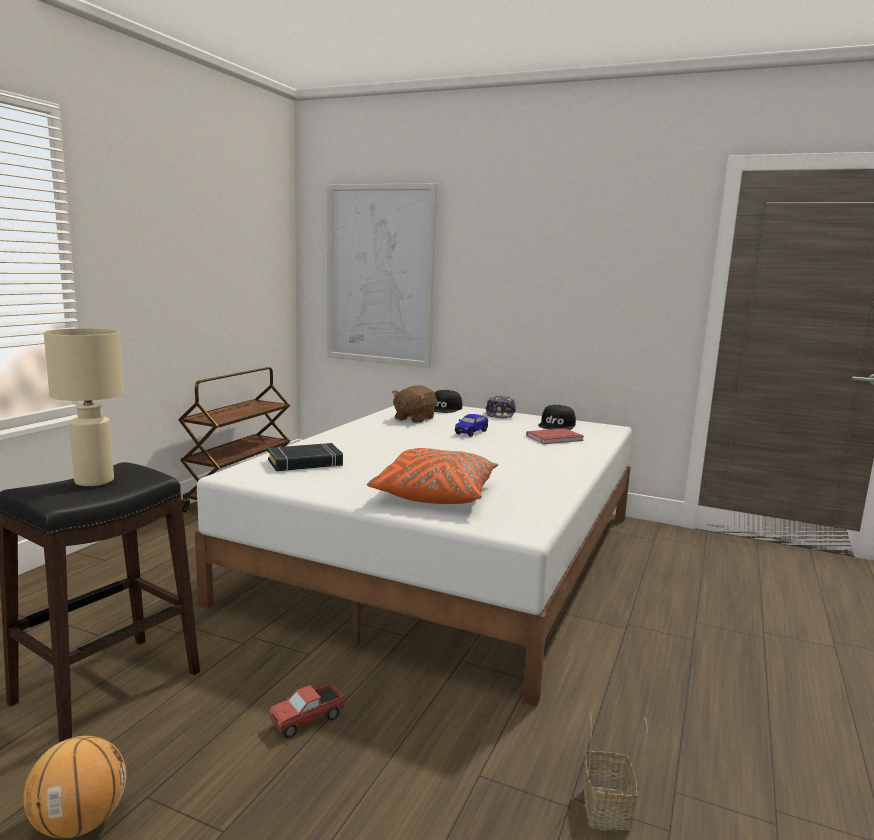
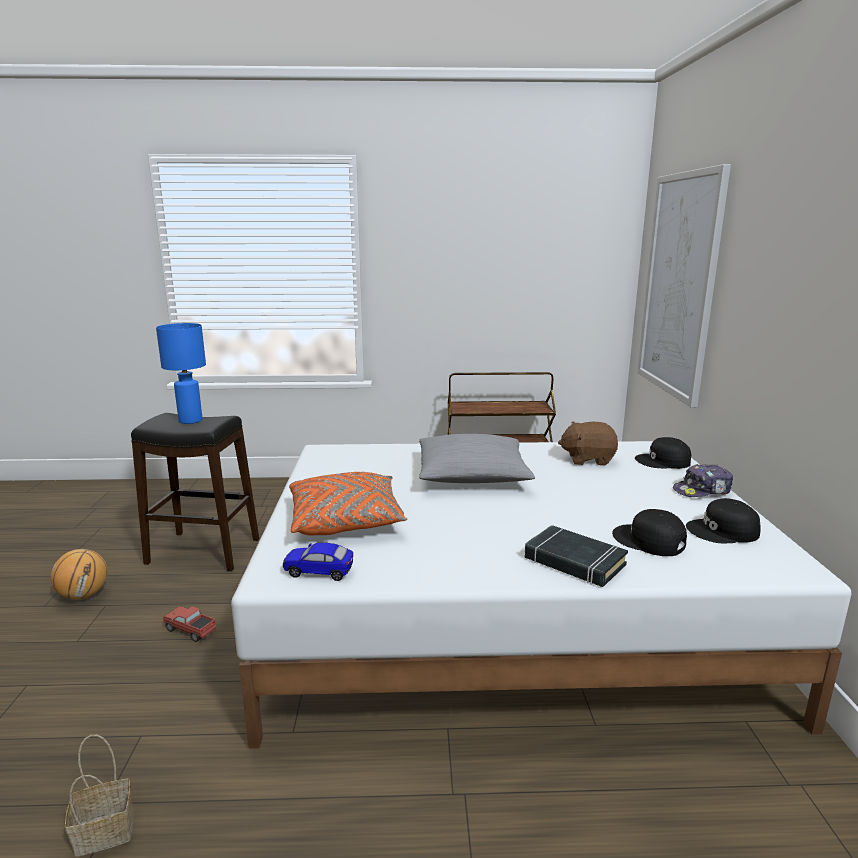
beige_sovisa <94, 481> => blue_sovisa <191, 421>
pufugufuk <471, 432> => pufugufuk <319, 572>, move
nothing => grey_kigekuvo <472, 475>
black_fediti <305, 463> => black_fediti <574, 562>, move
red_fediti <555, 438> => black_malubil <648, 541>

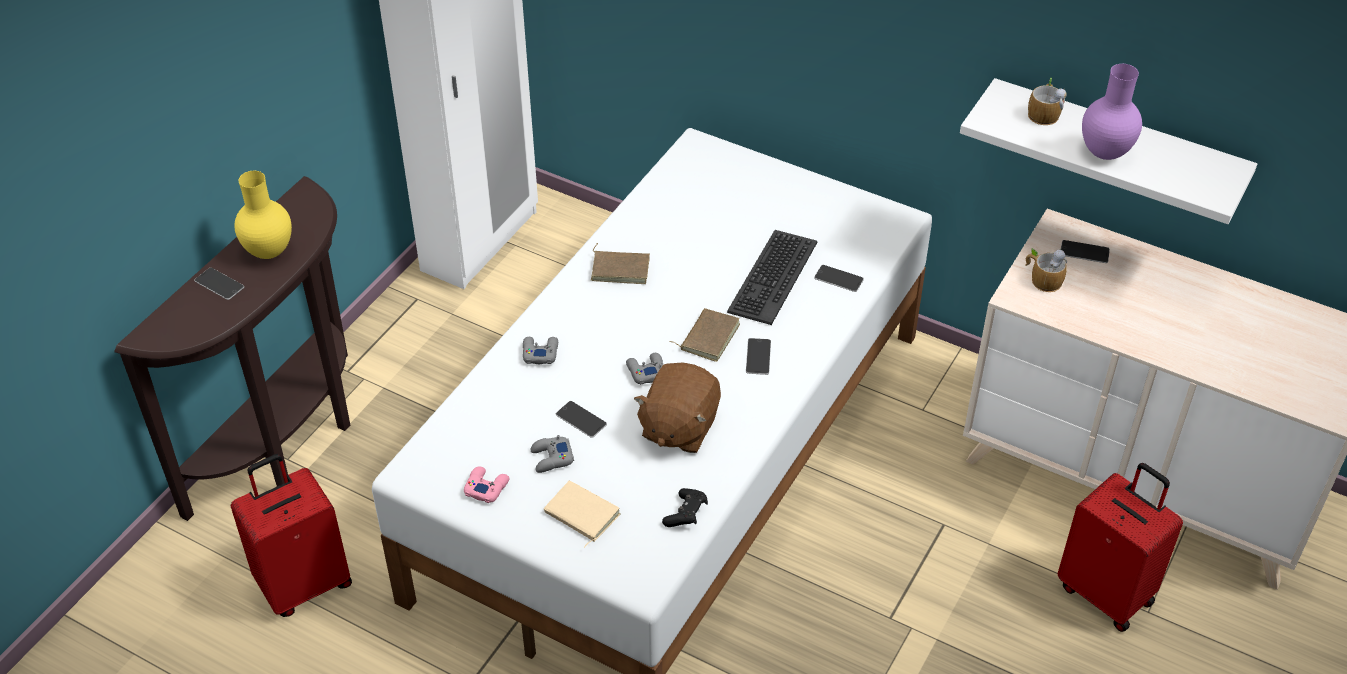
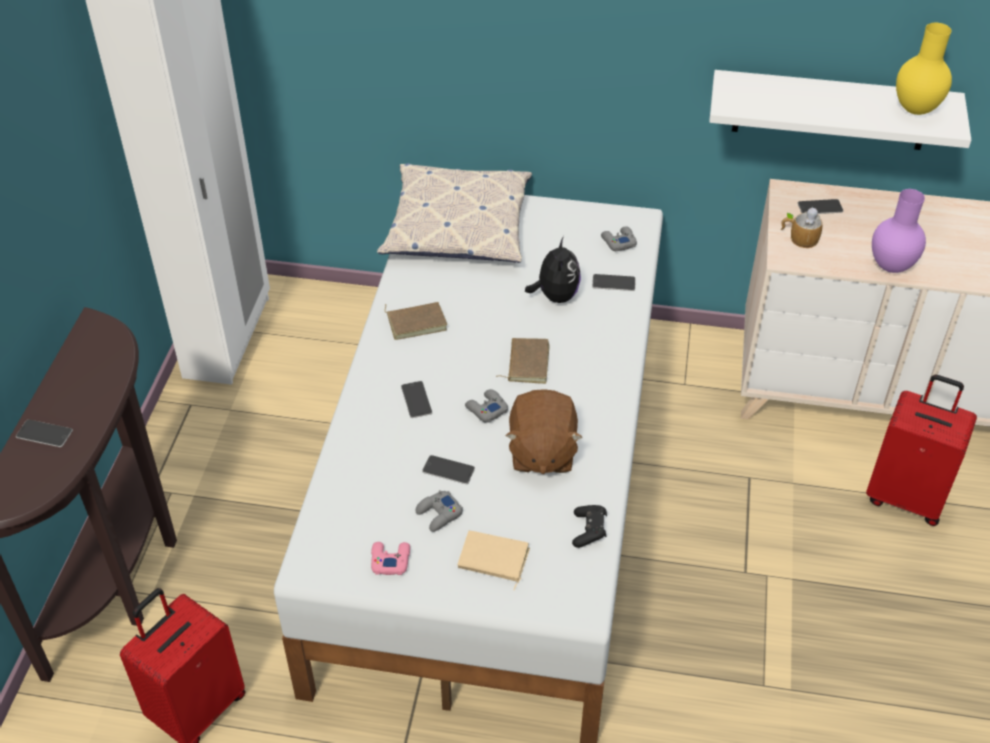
nothing => kigekuvo <457, 226>
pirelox <758, 356> => pirelox <416, 399>, move
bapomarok <771, 277> => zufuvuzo <555, 296>
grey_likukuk <540, 353> => grey_likukuk <618, 242>, move
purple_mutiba <1103, 153> => purple_mutiba <889, 266>, move
yellow_mutiba <268, 252> => yellow_mutiba <914, 110>, move
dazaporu <1044, 112> => nothing

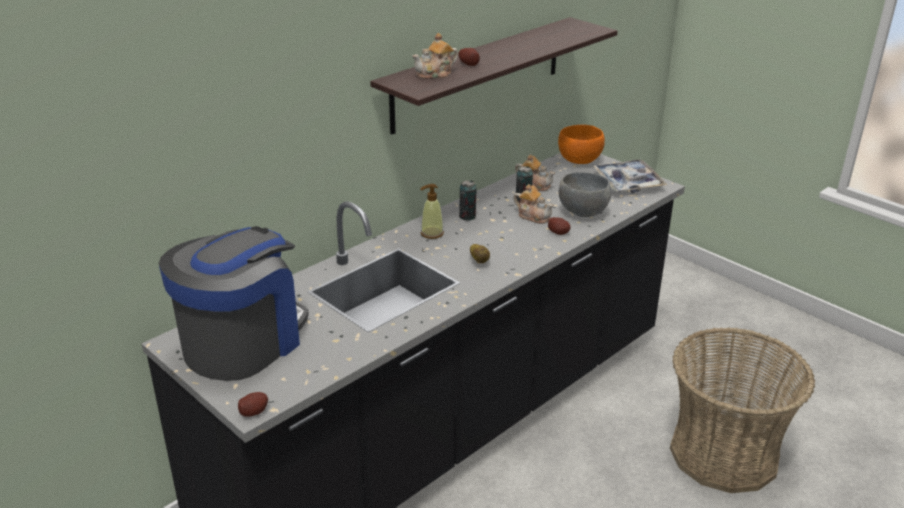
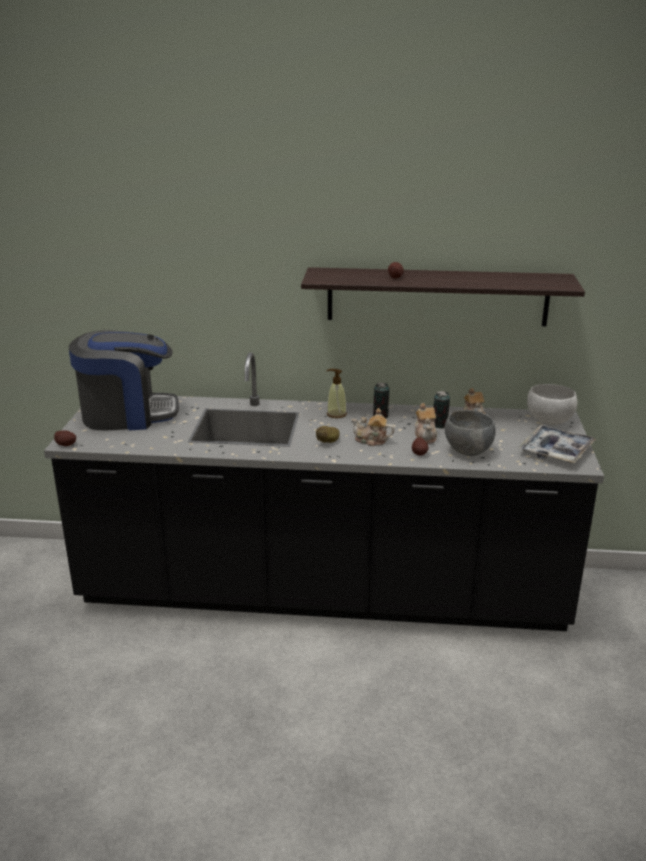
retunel <435, 74> => retunel <371, 440>, move
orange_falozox <580, 161> => white_falozox <549, 421>
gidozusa <723, 453> => nothing

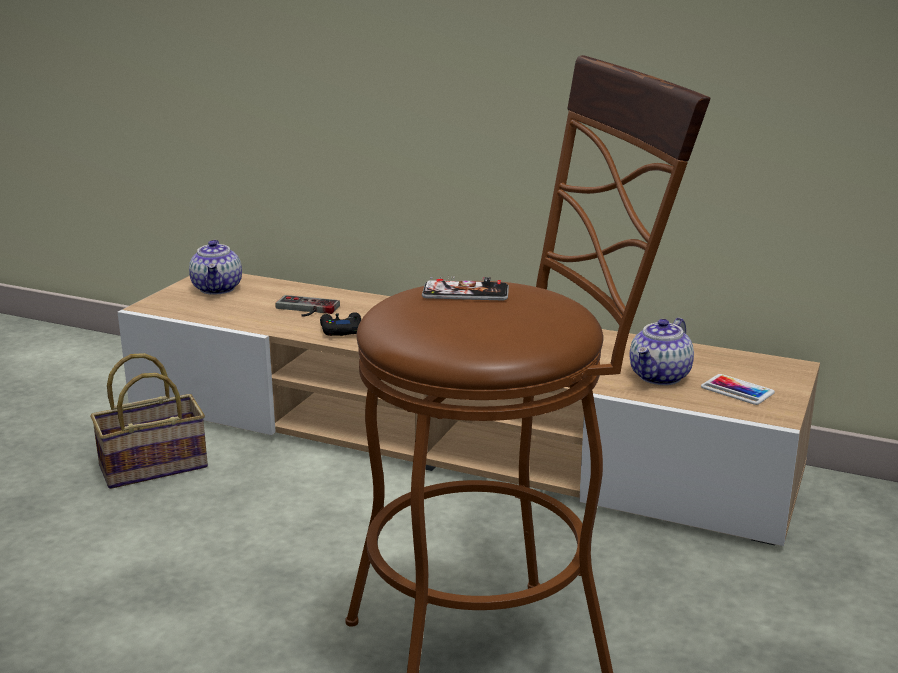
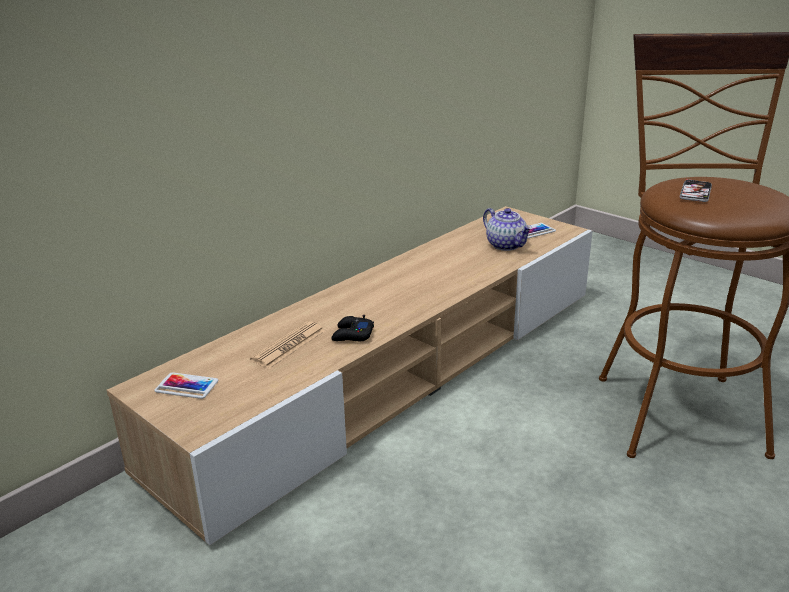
retunel <218, 289> => pirelox <186, 386>
likukuk <305, 309> => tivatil <289, 345>
gidozusa <155, 465> => nothing

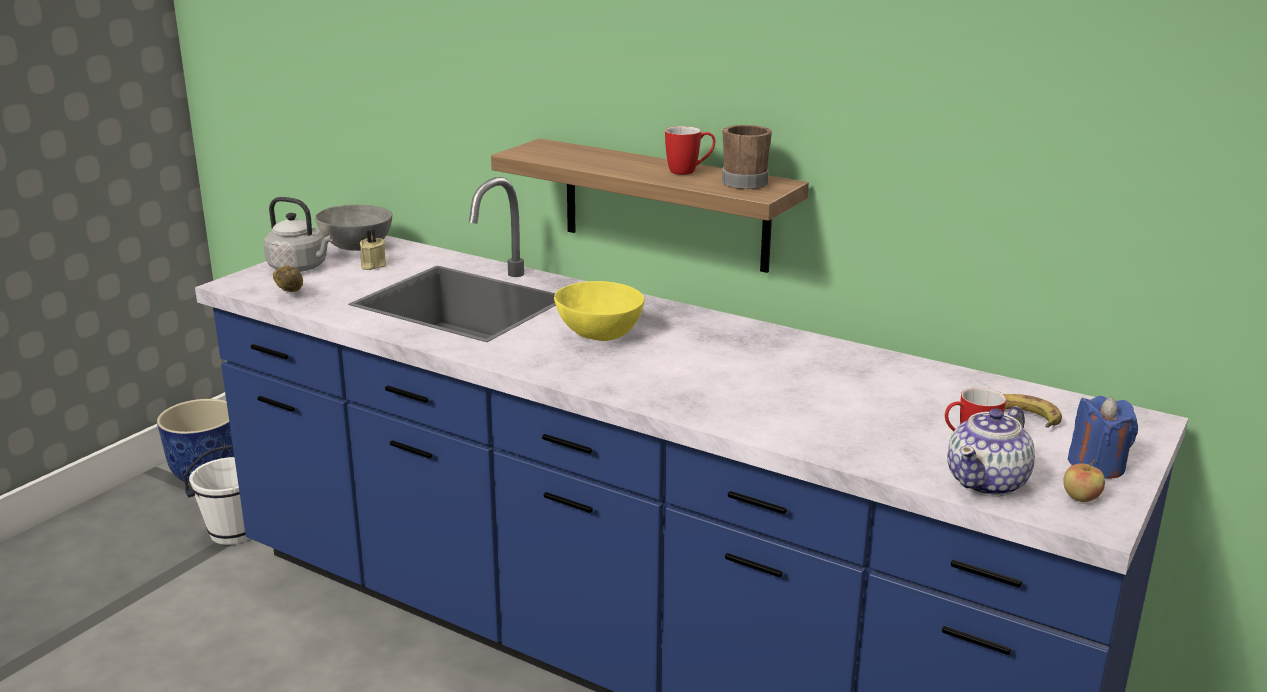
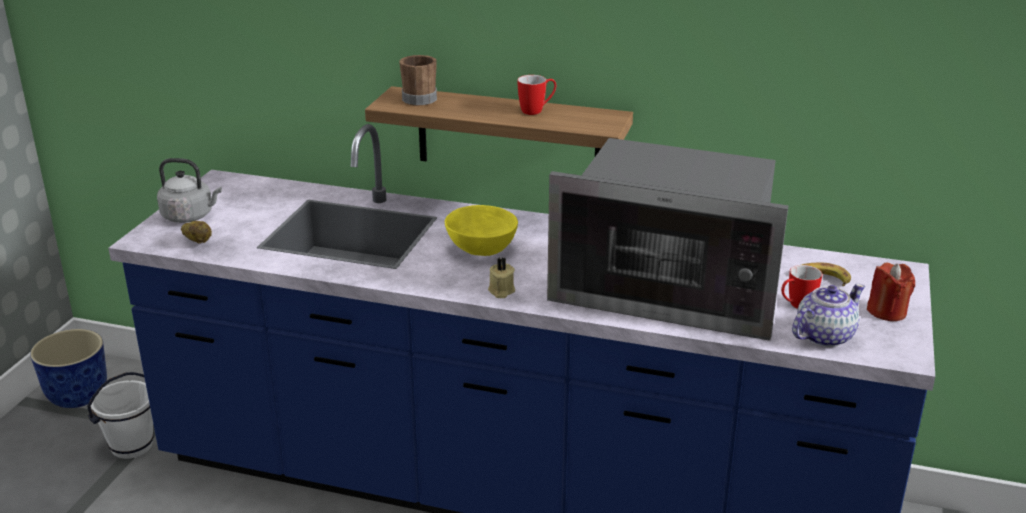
brown_dazaporu <744, 181> => brown_dazaporu <418, 98>, move
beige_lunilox <372, 265> => beige_lunilox <501, 291>, move
nothing => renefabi <668, 292>
retunel <988, 482> => retunel <823, 336>, 150 degrees counterclockwise
blue_lunilox <1097, 465> => red_lunilox <887, 311>
grey_falozox <355, 247> => nothing
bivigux <1080, 498> => nothing

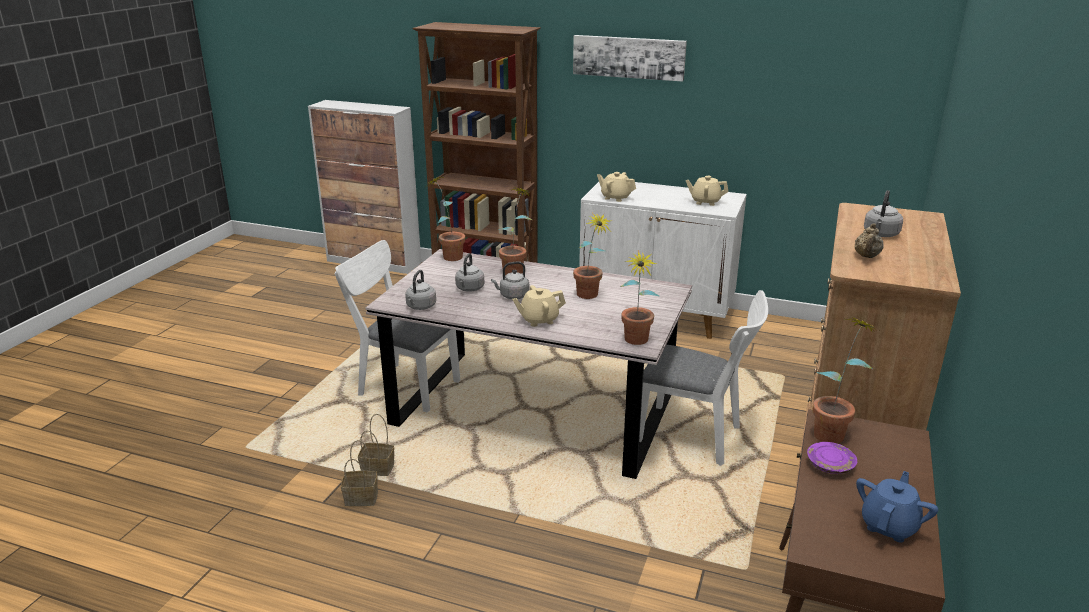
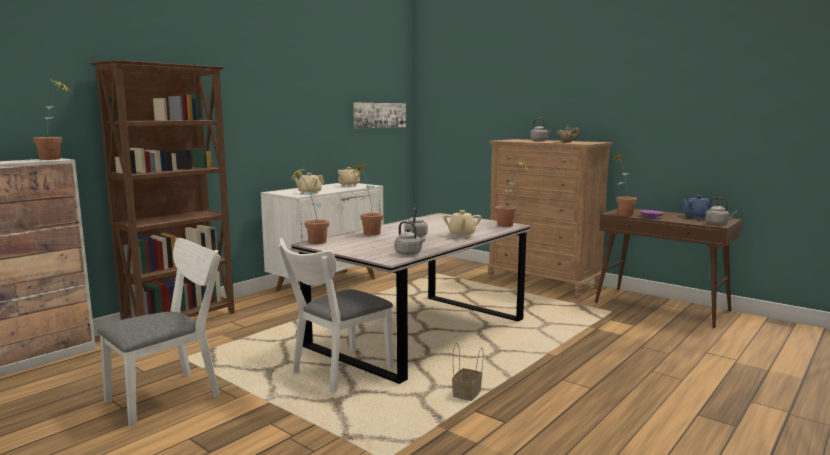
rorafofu <590, 297> => rorafofu <56, 159>, move
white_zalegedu <696, 437> => white_zalegedu <171, 395>, move
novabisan <628, 57> => novabisan <379, 115>, move
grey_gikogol <469, 289> => grey_gikogol <718, 224>, move
gidozusa <360, 498> => nothing

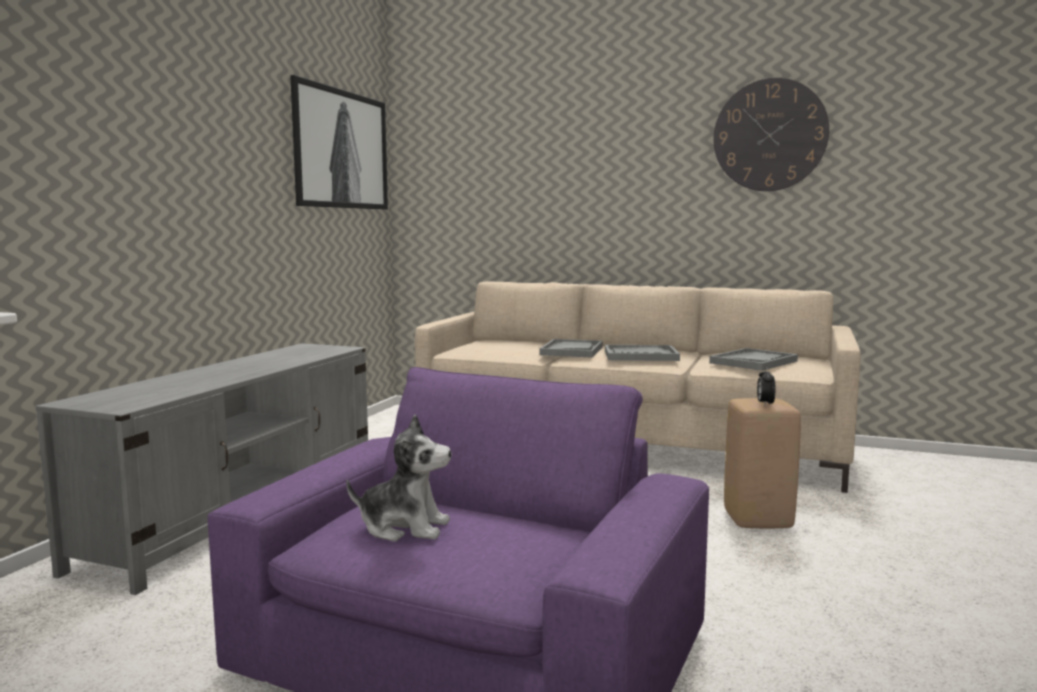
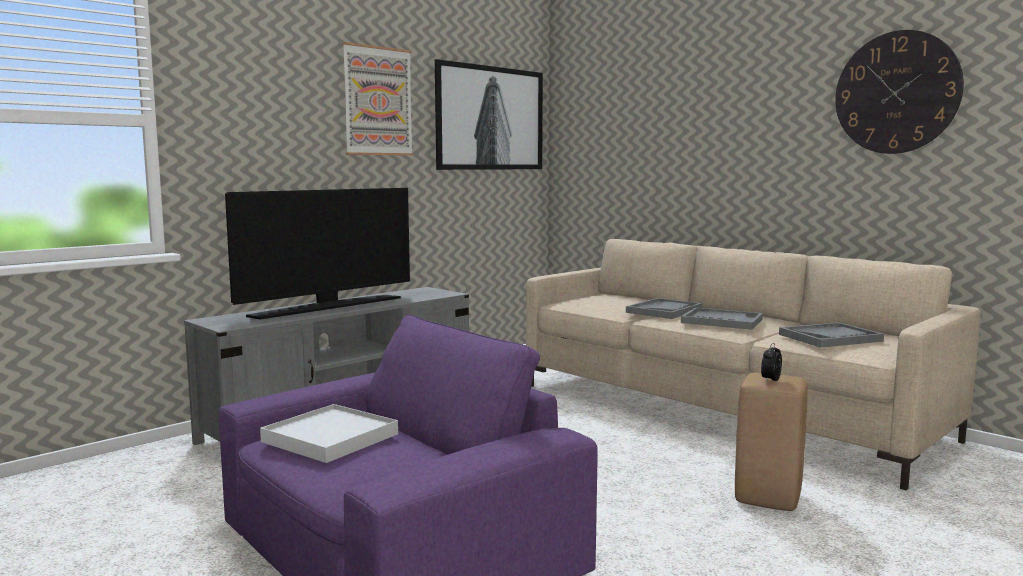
nothing => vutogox <327, 307>
zufuvuzo <404, 527> => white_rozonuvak <330, 438>
nothing => novabisan <377, 101>

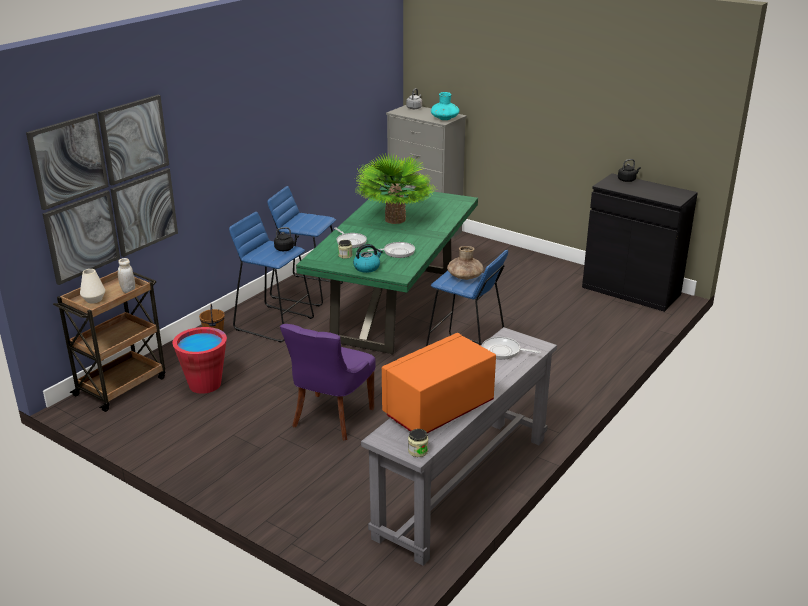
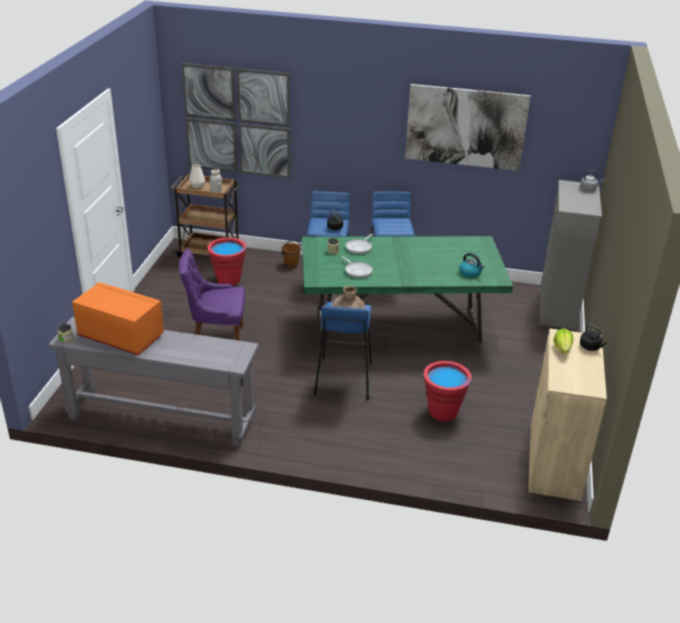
nothing => novabisan <465, 127>
nothing => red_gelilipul <443, 412>
gikogol <367, 267> => gikogol <470, 273>, move
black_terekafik <631, 291> => beige_terekafik <554, 461>
nothing => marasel <562, 349>
rorafofu <395, 219> => nothing
turquoise_mutiba <444, 118> => nothing
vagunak <503, 351> => nothing

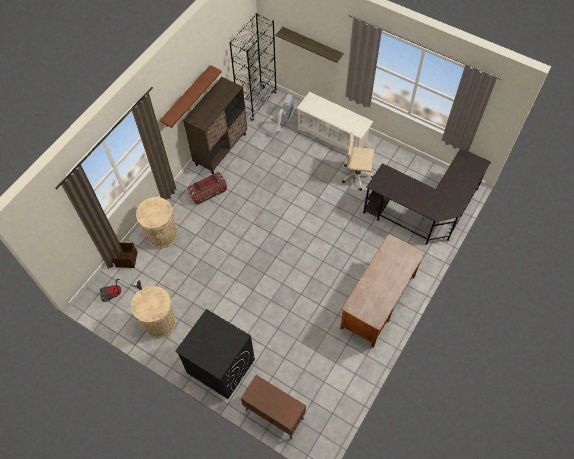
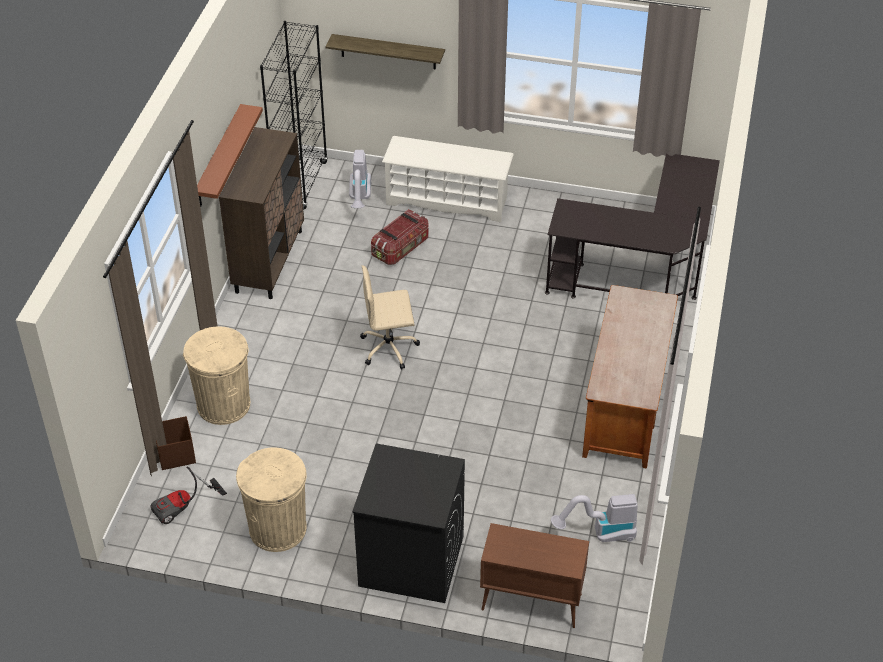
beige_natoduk <357, 176> => beige_natoduk <390, 348>, move
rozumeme <208, 193> => rozumeme <401, 248>, move
nothing => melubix <600, 534>

